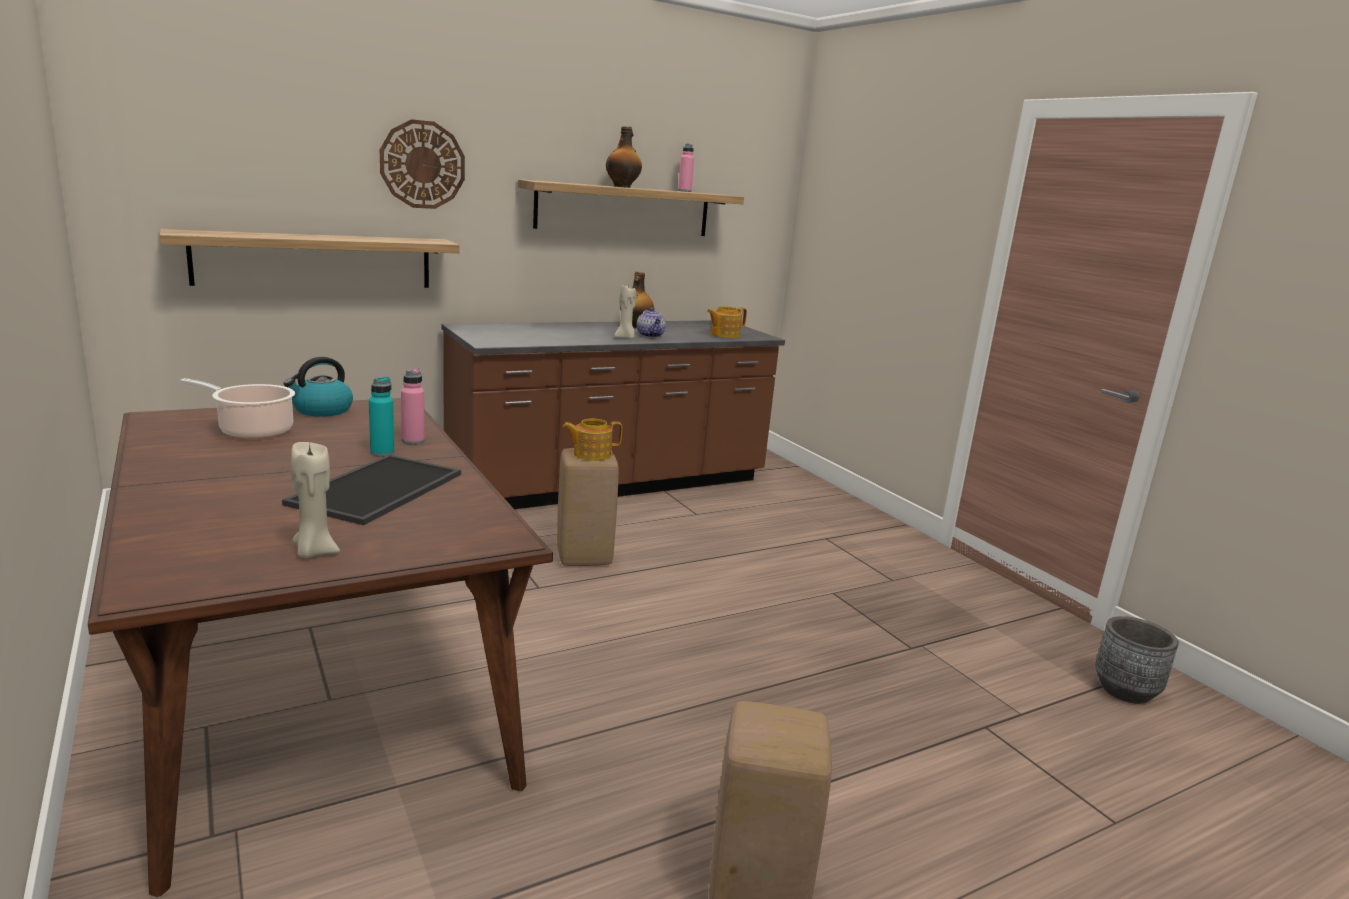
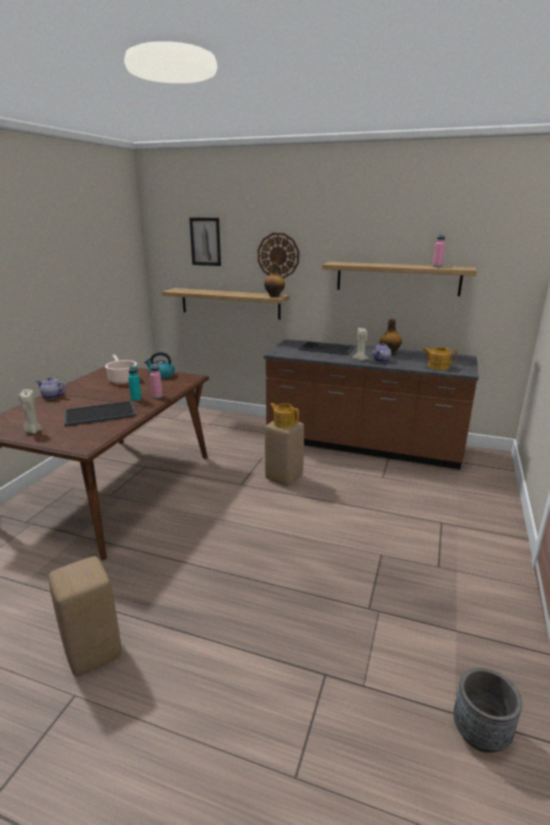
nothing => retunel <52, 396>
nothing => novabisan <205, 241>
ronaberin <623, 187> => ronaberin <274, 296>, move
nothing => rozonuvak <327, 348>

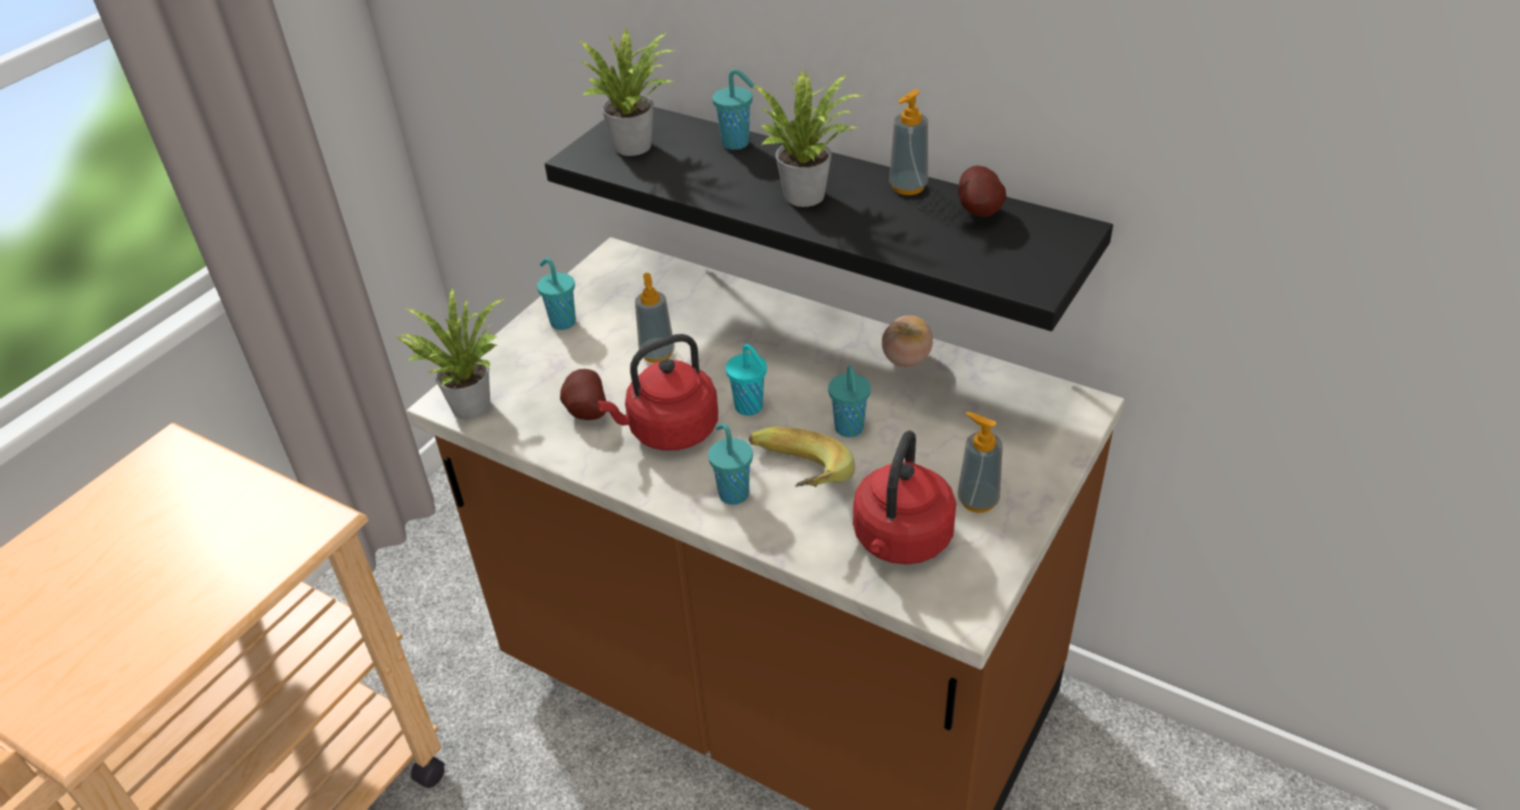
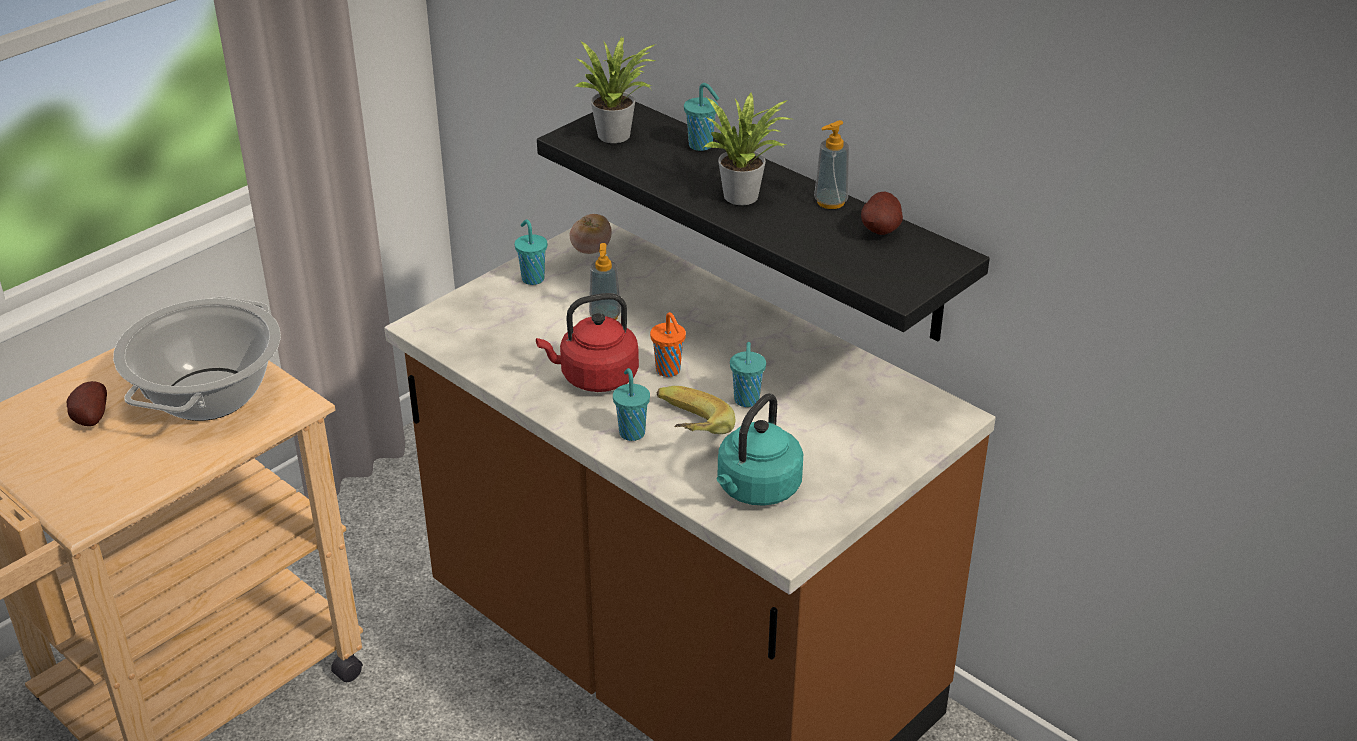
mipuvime <585, 412> => mipuvime <89, 419>, move
nothing => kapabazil <208, 394>
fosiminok <906, 359> => fosiminok <591, 250>, move
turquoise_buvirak <750, 408> => orange_buvirak <669, 371>
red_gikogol <900, 541> => turquoise_gikogol <756, 490>
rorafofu <468, 404> => nothing
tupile <977, 500> => nothing

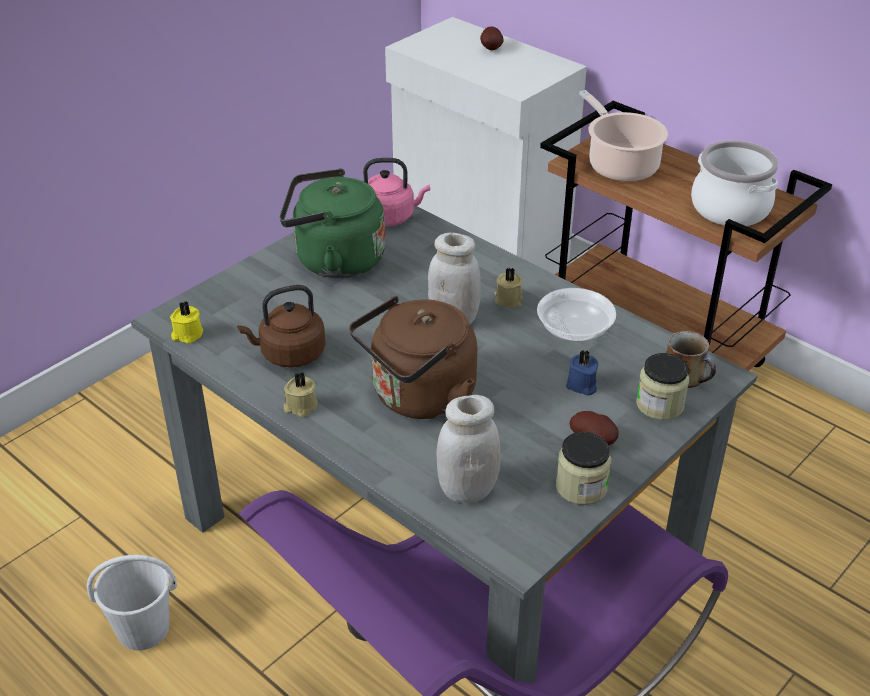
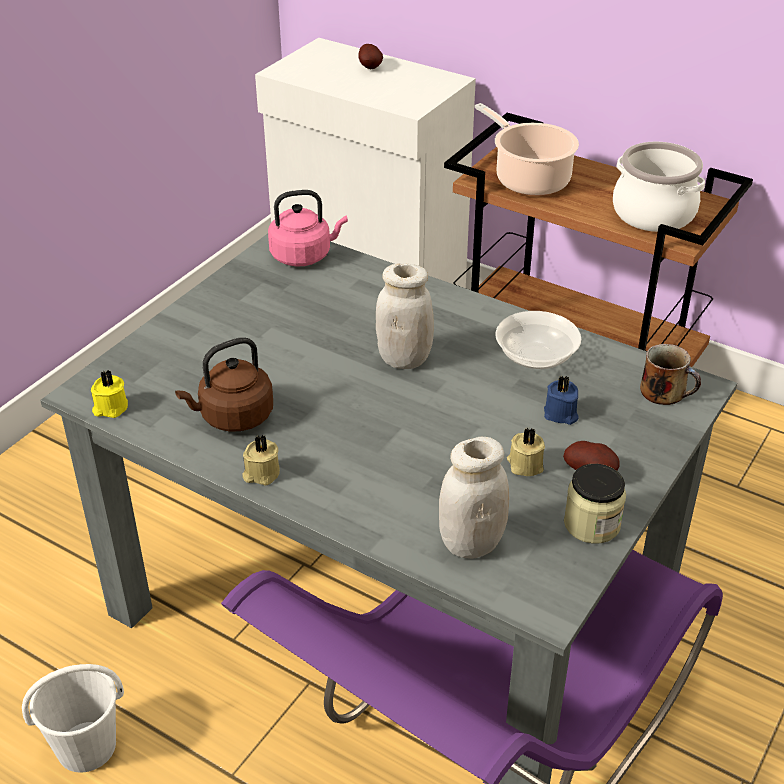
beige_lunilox <508, 299> => beige_lunilox <524, 465>, move
green_gikogol <334, 260> => nothing
brown_gikogol <419, 397> => nothing
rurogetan <659, 405> => nothing

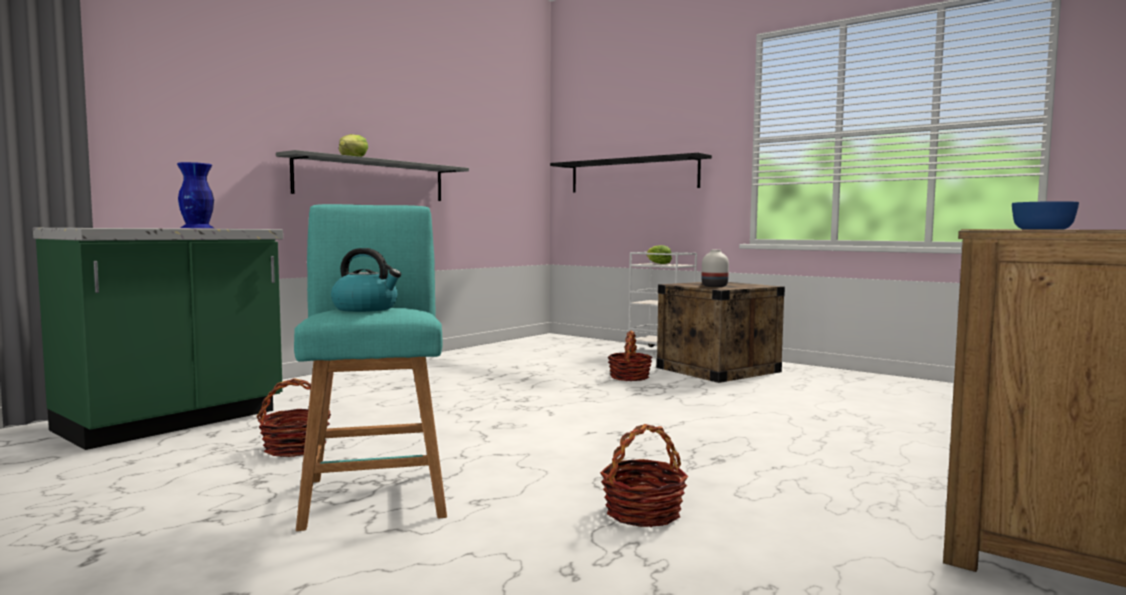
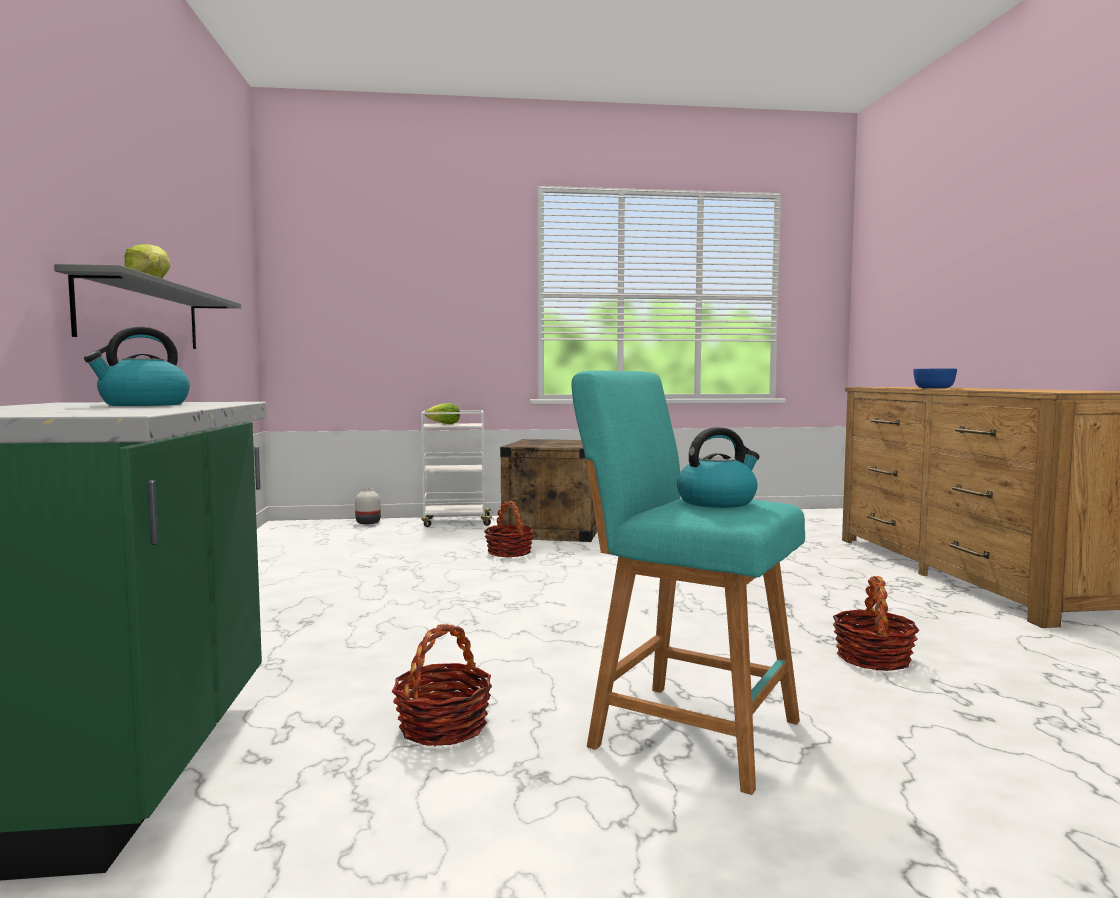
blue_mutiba <197, 228> => gikogol <143, 405>
white_mutiba <714, 286> => white_mutiba <368, 522>, move
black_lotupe <633, 175> => nothing

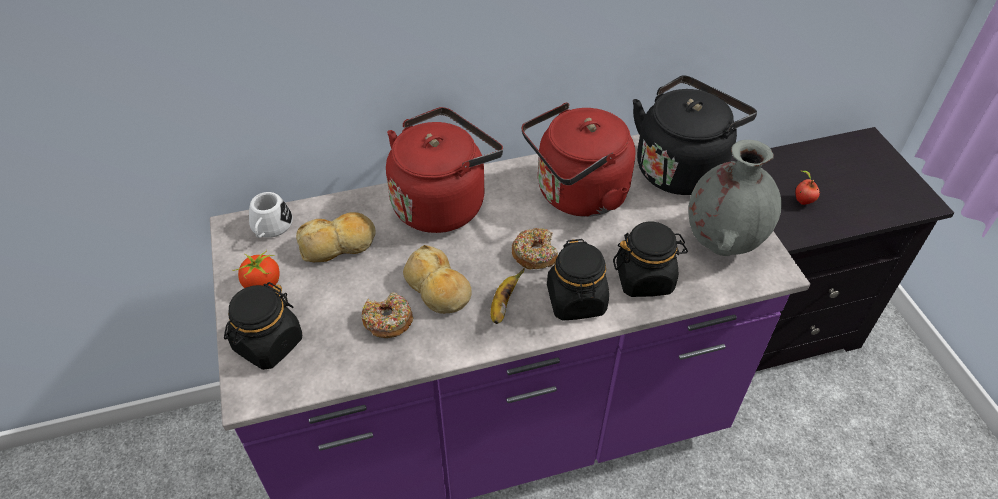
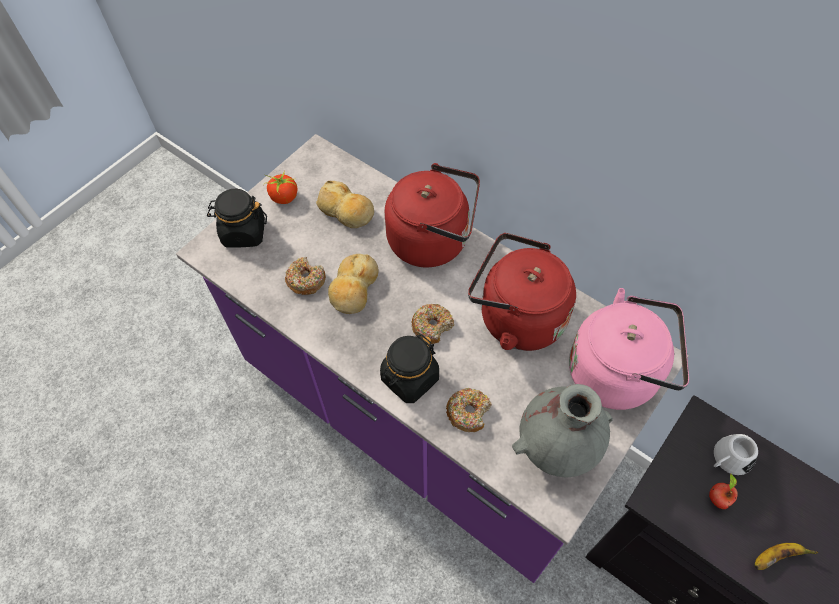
black_rurogetan <644, 278> => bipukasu <468, 412>
black_gikogol <682, 167> => pink_gikogol <618, 373>
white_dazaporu <270, 228> => white_dazaporu <727, 459>, move
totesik <503, 305> => totesik <775, 556>, move

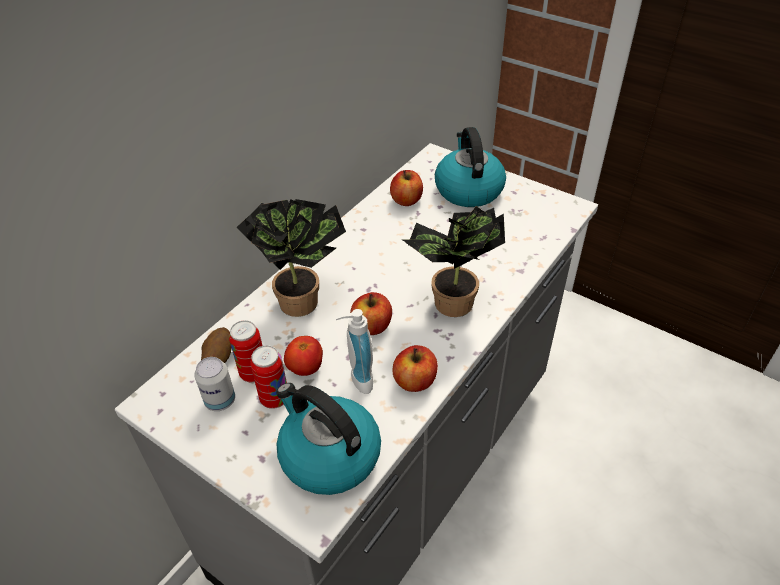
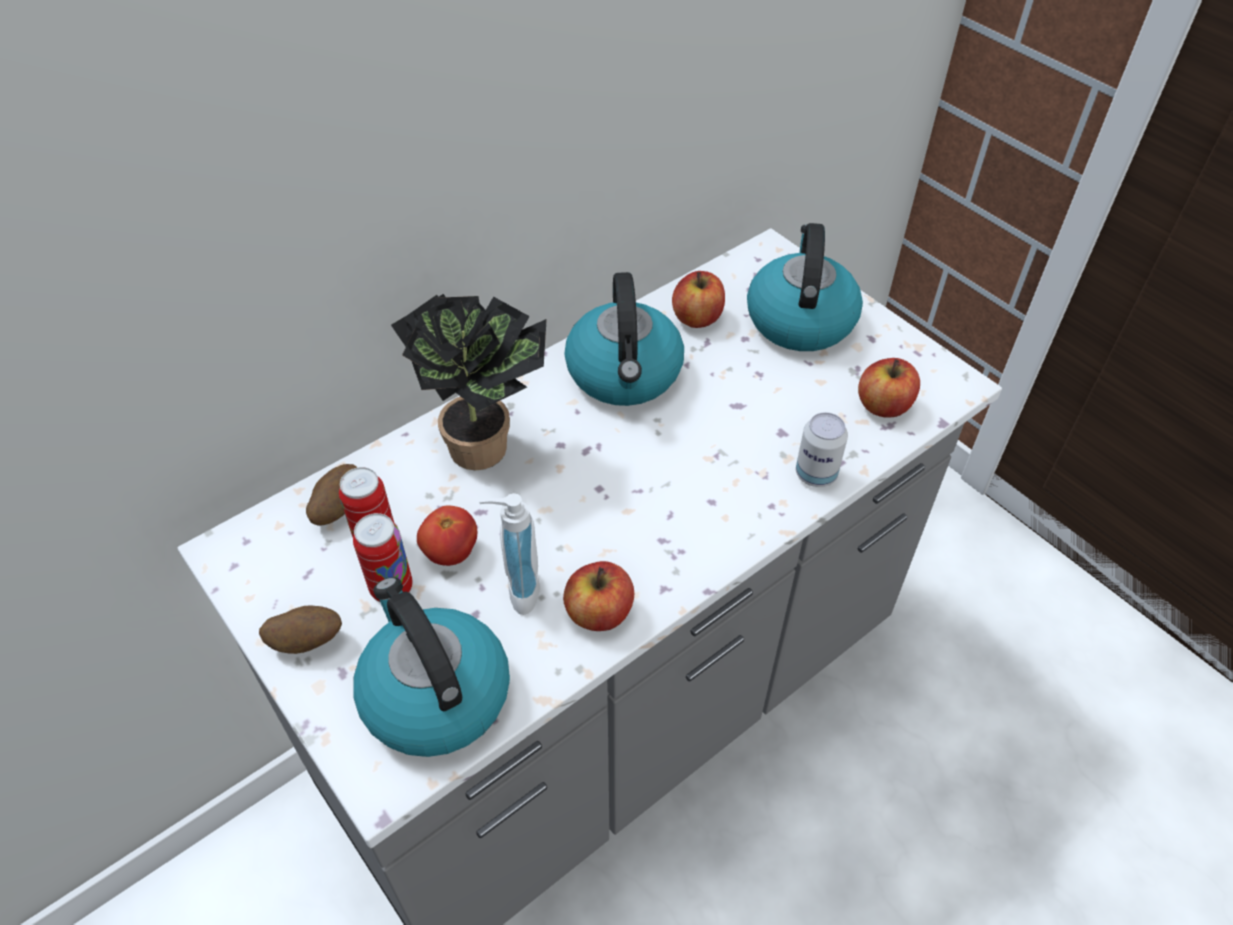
nothing => mipuvime <307, 641>
nothing => gikogol <625, 374>
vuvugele <220, 401> => vuvugele <816, 474>, move
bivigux <372, 326> => bivigux <884, 405>, move
rorafofu <450, 307> => nothing

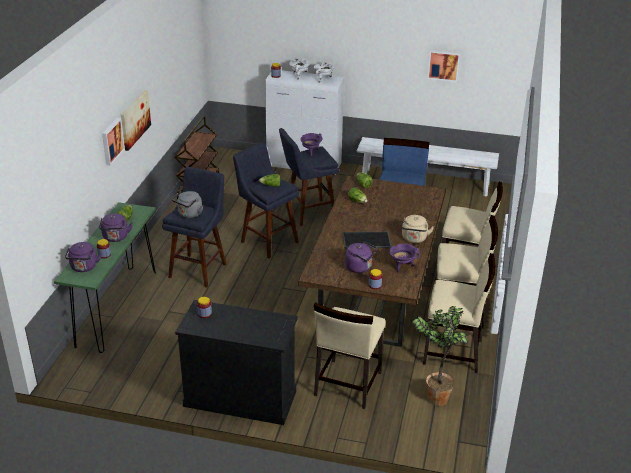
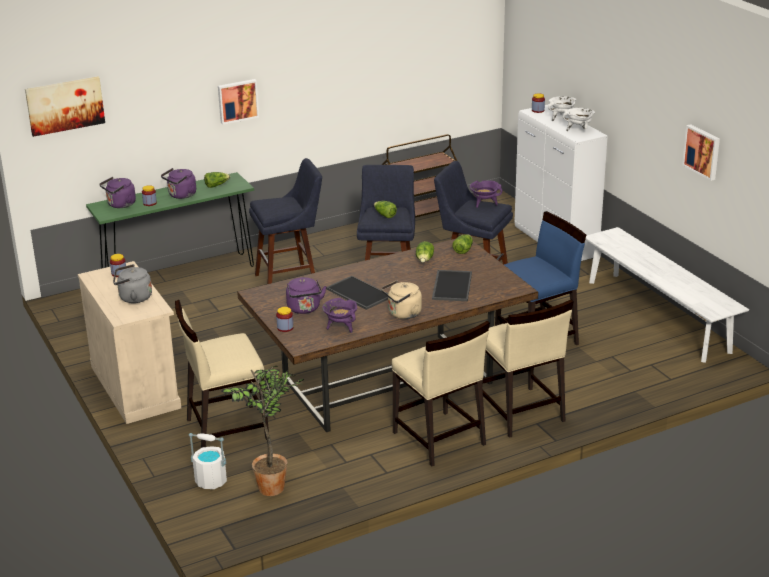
novabisan <134, 119> => novabisan <65, 105>, move
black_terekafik <240, 398> => beige_terekafik <135, 387>
grey_gikogol <189, 214> => grey_gikogol <133, 298>, move
nothing => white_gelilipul <211, 481>
nothing => rozonuvak <451, 285>
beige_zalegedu <453, 352> => nothing

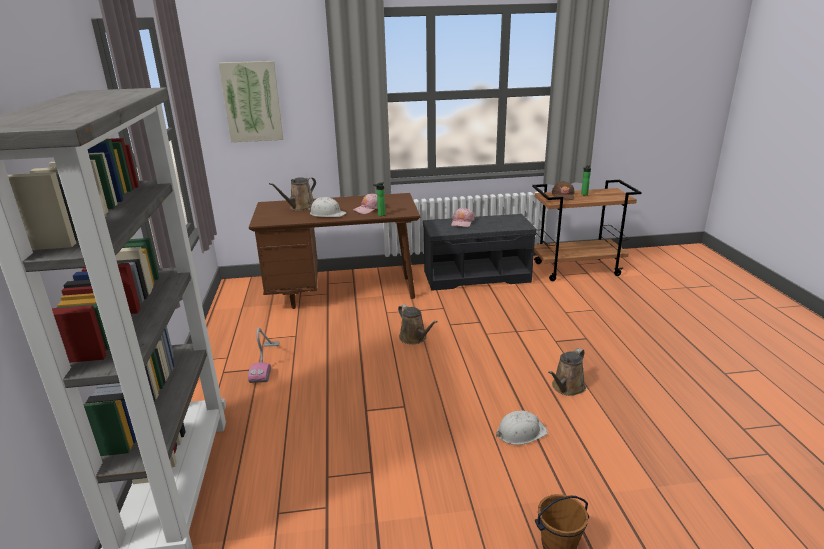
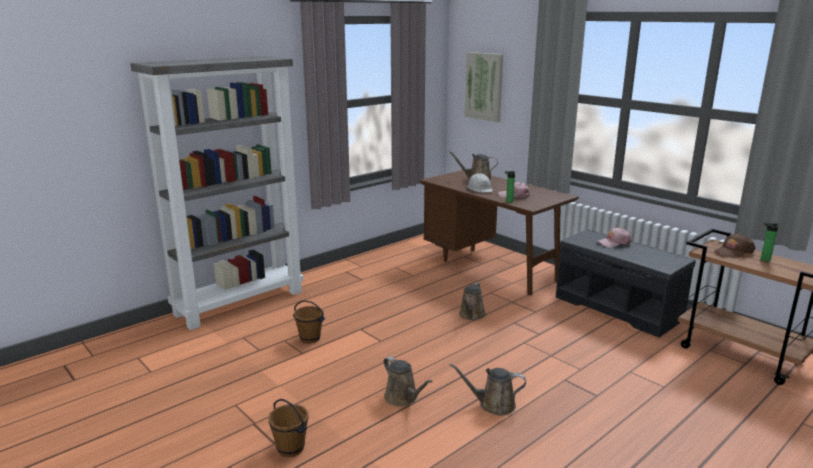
nothing => brown_gelilipul <310, 338>
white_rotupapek <520, 432> => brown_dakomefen <403, 398>
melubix <265, 362> => nothing

